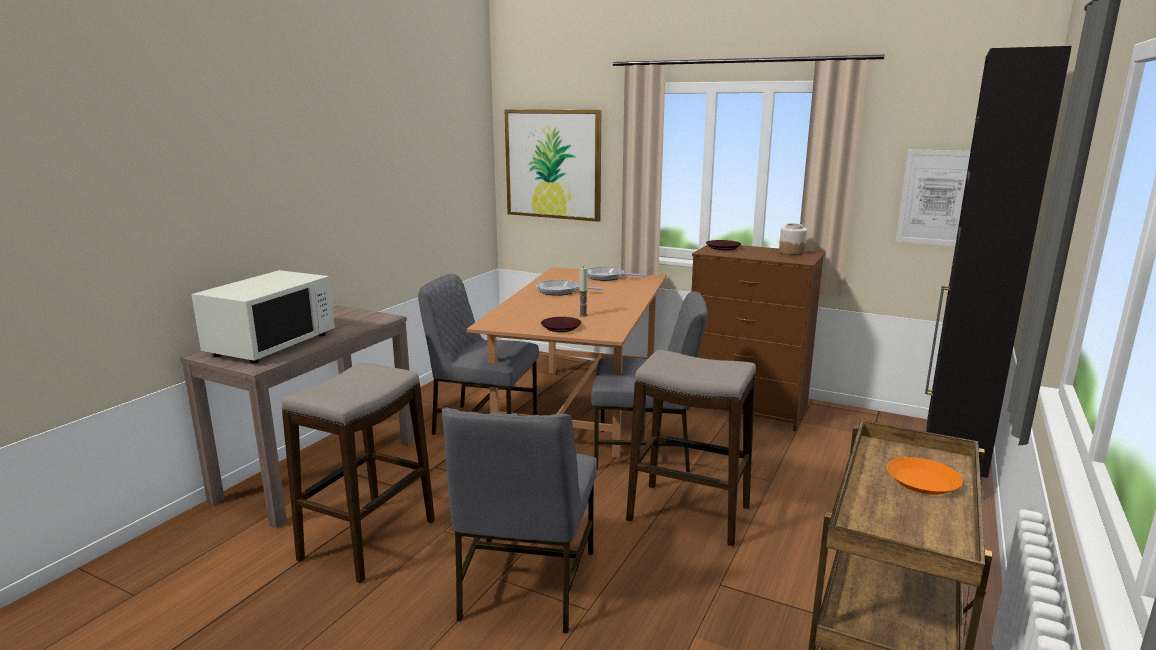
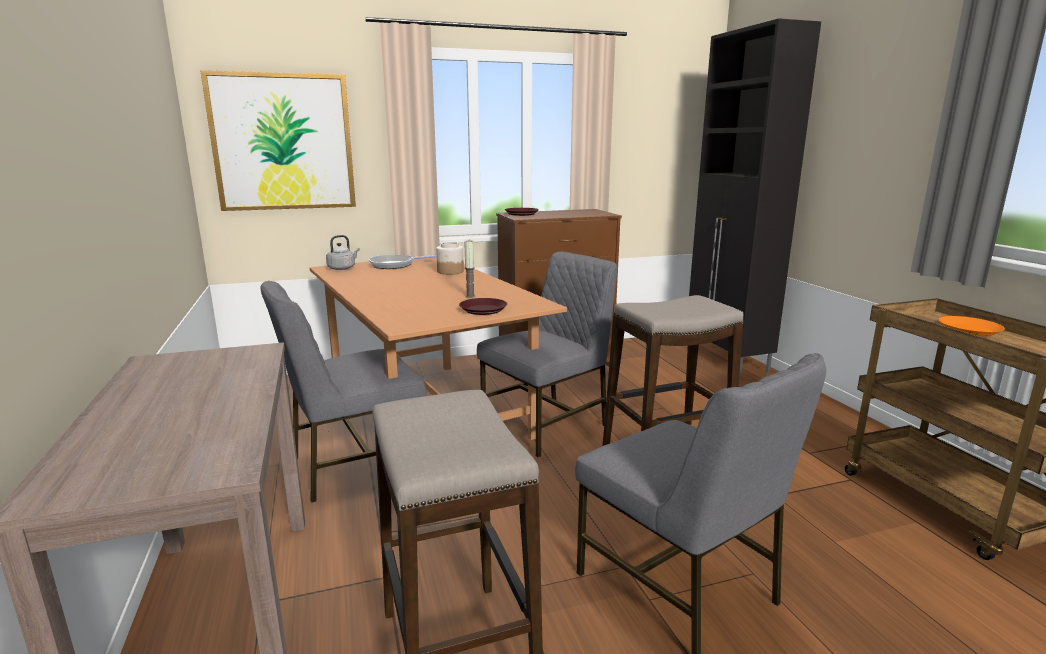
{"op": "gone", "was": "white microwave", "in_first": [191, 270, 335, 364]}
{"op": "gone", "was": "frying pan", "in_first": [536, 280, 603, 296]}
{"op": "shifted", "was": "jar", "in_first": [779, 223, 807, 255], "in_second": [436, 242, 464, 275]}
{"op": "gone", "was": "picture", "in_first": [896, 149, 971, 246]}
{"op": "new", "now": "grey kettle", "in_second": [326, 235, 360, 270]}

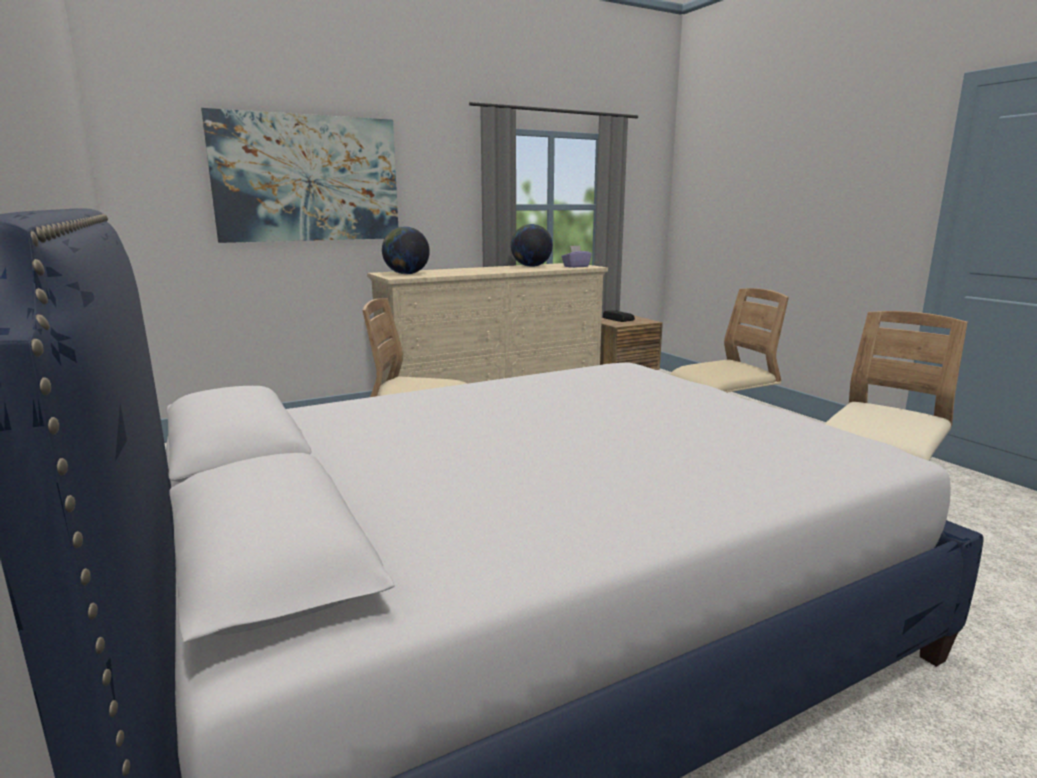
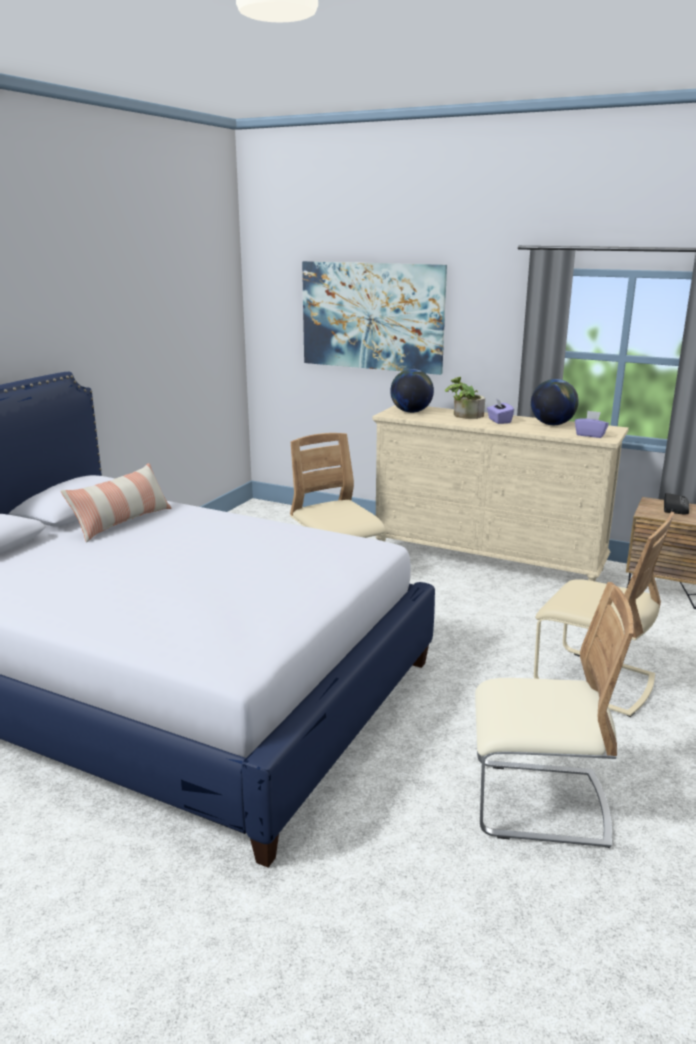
{"op": "new", "now": "pillow", "in_second": [61, 463, 172, 543]}
{"op": "new", "now": "potted plant", "in_second": [445, 377, 485, 419]}
{"op": "new", "now": "purple tissue box", "in_second": [487, 398, 514, 424]}

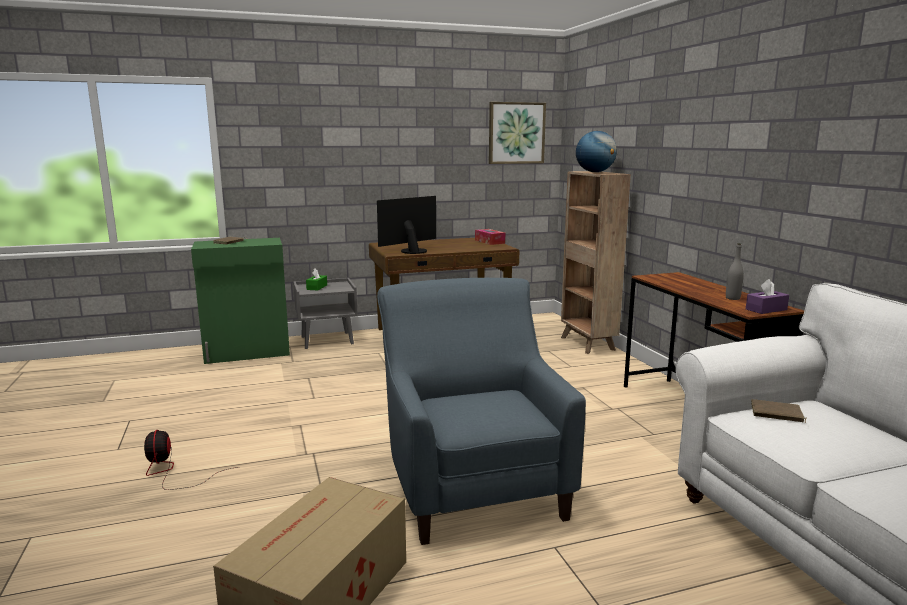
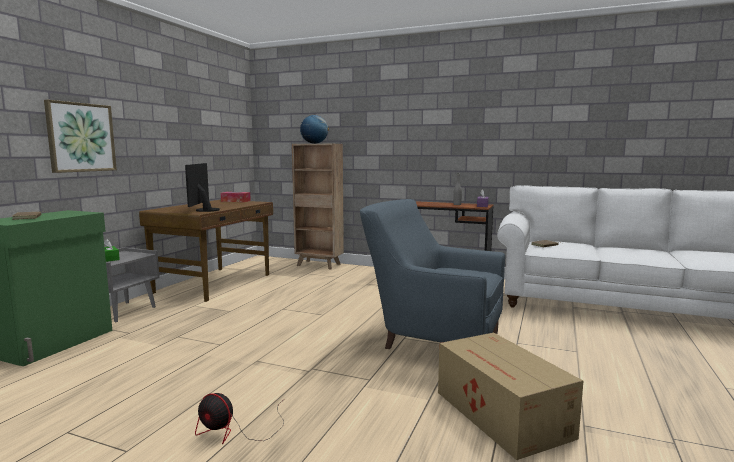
{"op": "shifted", "was": "picture", "in_first": [489, 102, 546, 164], "in_second": [44, 100, 117, 173]}

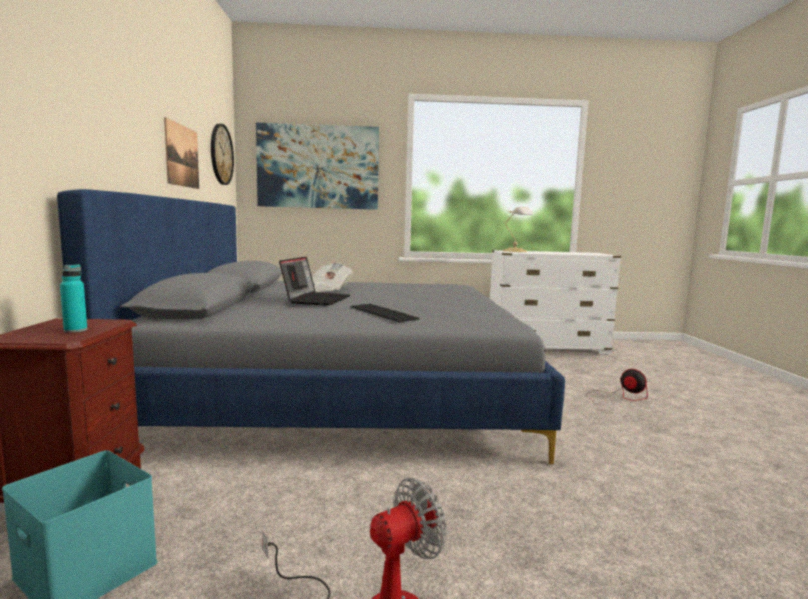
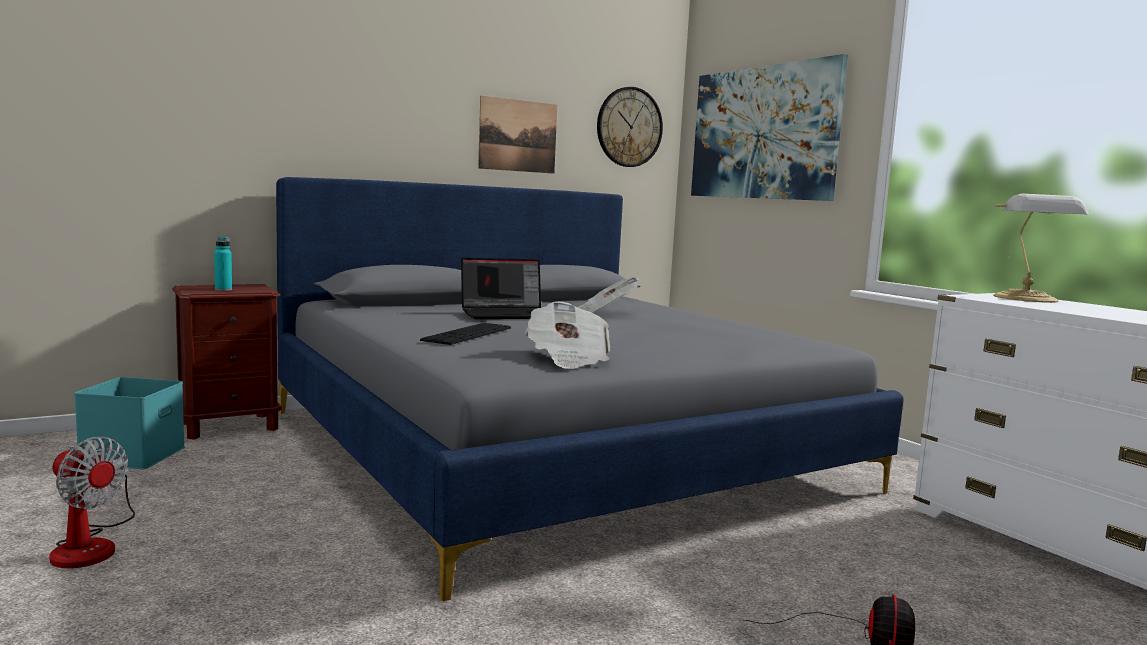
{"op": "new", "now": "newspaper", "in_second": [526, 301, 610, 369]}

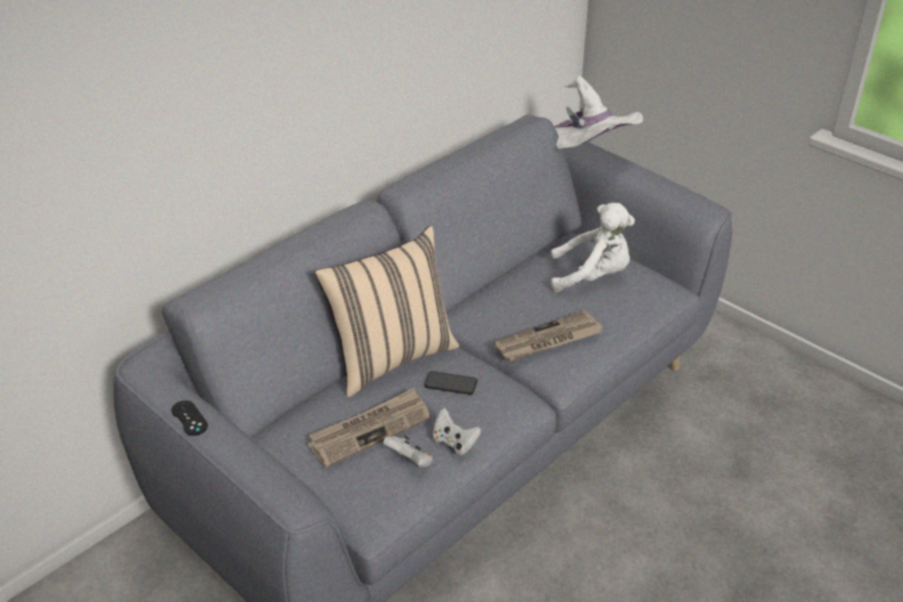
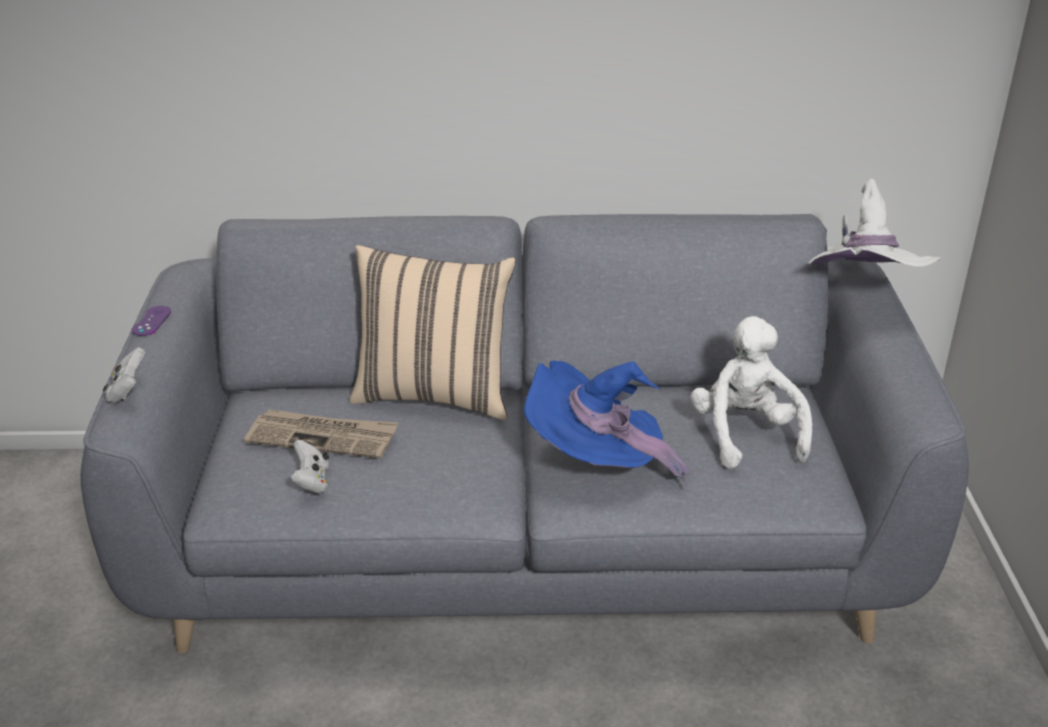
{"op": "repainted", "was": "black game controller", "now": "purple game controller", "in_first": [171, 400, 208, 436], "in_second": [132, 306, 171, 336]}
{"op": "gone", "was": "phone", "in_first": [425, 371, 477, 395]}
{"op": "shifted", "was": "white game controller", "in_first": [433, 408, 482, 455], "in_second": [103, 347, 145, 403]}
{"op": "swapped", "was": "newspaper", "now": "blue hat", "in_first": [493, 310, 602, 362], "in_second": [524, 361, 691, 488]}
{"op": "rotated", "was": "white plush toy", "in_first": [551, 203, 635, 293], "in_second": [690, 316, 812, 469], "clockwise": -150}

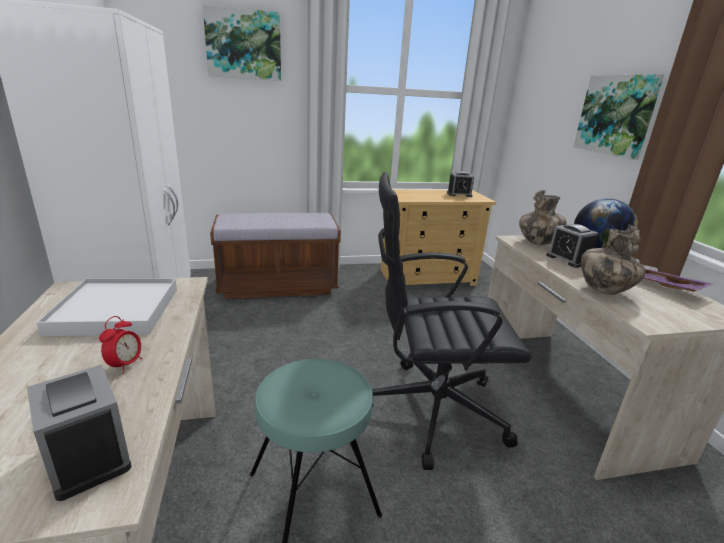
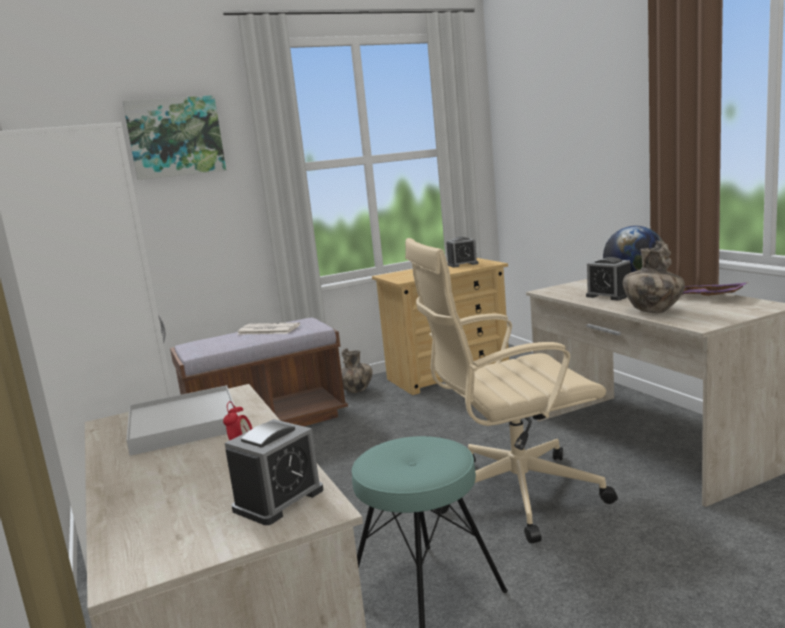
{"op": "rotated", "was": "alarm clock", "in_first": [27, 364, 131, 501], "in_second": [225, 419, 323, 525], "clockwise": 90}
{"op": "repainted", "was": "black office chair", "now": "beige office chair", "in_first": [372, 172, 532, 470], "in_second": [405, 238, 618, 543]}
{"op": "shifted", "was": "vase", "in_first": [519, 190, 567, 245], "in_second": [341, 348, 373, 393]}
{"op": "gone", "was": "picture", "in_first": [573, 74, 664, 160]}
{"op": "new", "now": "newspaper", "in_second": [237, 322, 300, 335]}

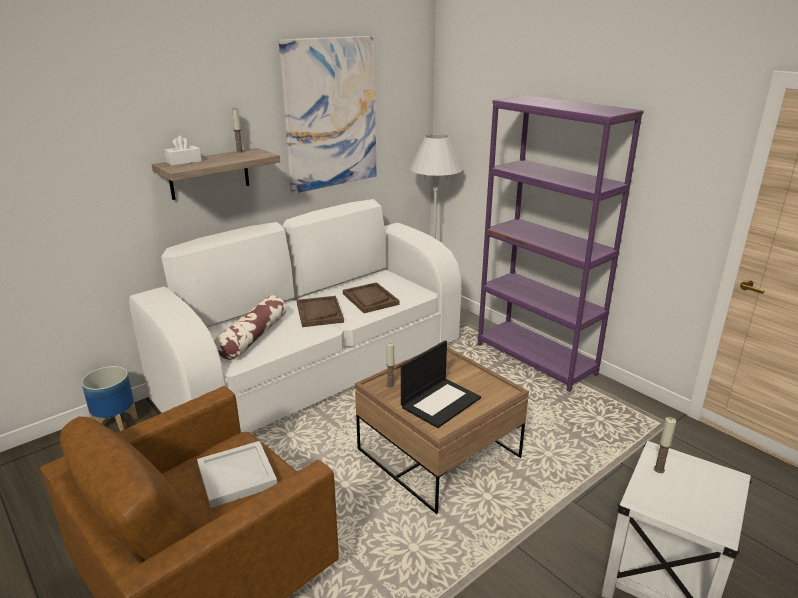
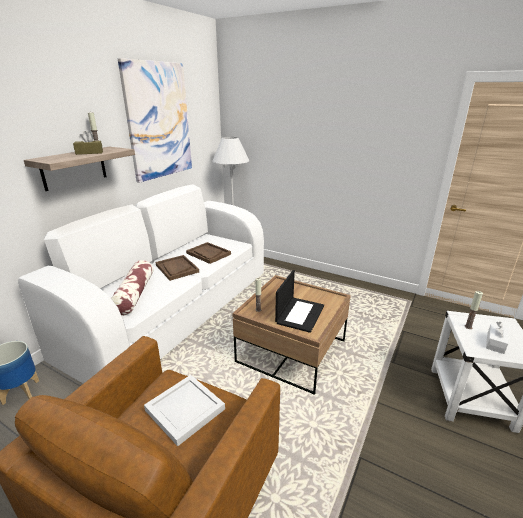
{"op": "shifted", "was": "white tissue box", "in_first": [165, 136, 202, 166], "in_second": [486, 322, 509, 354]}
{"op": "gone", "was": "purple bookcase", "in_first": [478, 95, 644, 392]}
{"op": "new", "now": "brown tissue box", "in_second": [73, 131, 103, 155]}

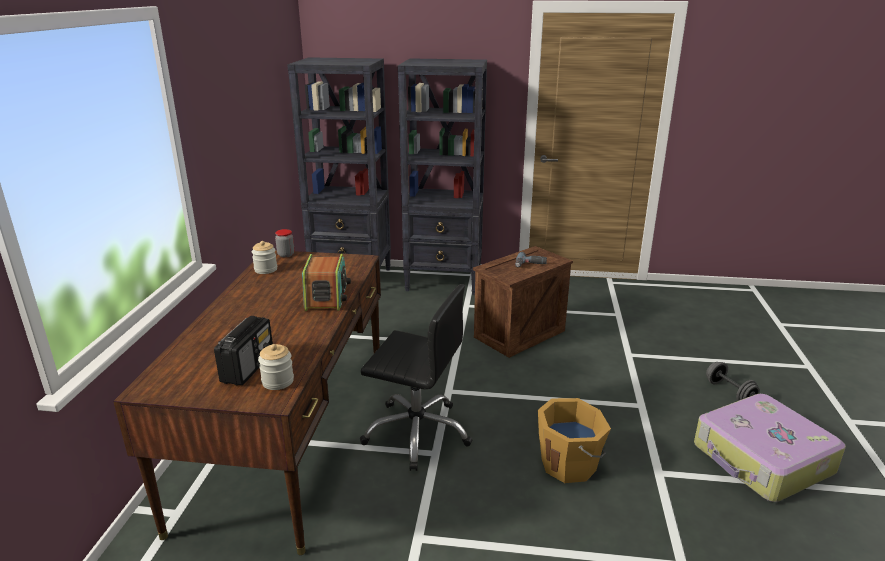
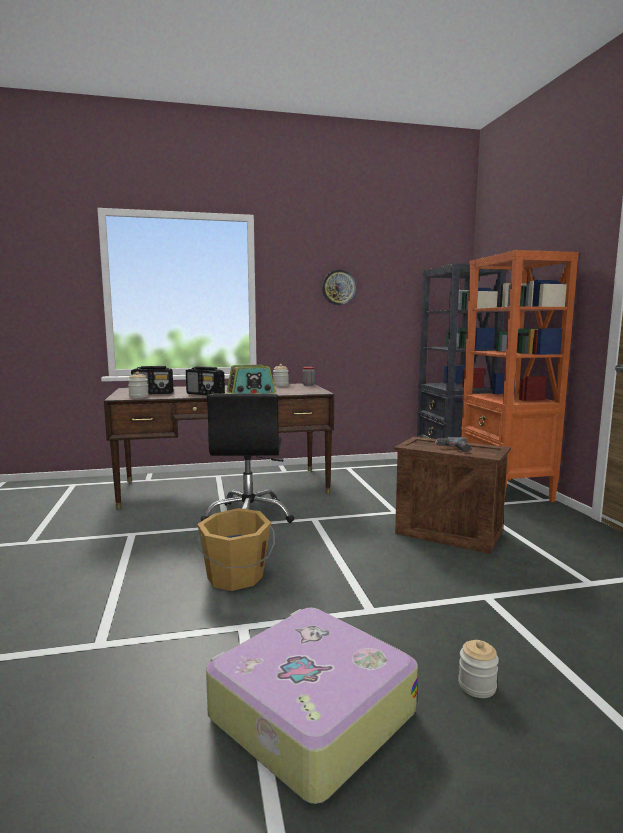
{"op": "repainted", "was": "black bookcase", "now": "orange bookcase", "in_first": [398, 58, 487, 295], "in_second": [461, 250, 579, 502]}
{"op": "swapped", "was": "grey dumbbell", "now": "jar", "in_first": [706, 362, 760, 401], "in_second": [458, 640, 499, 698]}
{"op": "new", "now": "radio", "in_second": [186, 366, 225, 395]}
{"op": "new", "now": "wall clock", "in_second": [322, 270, 356, 305]}

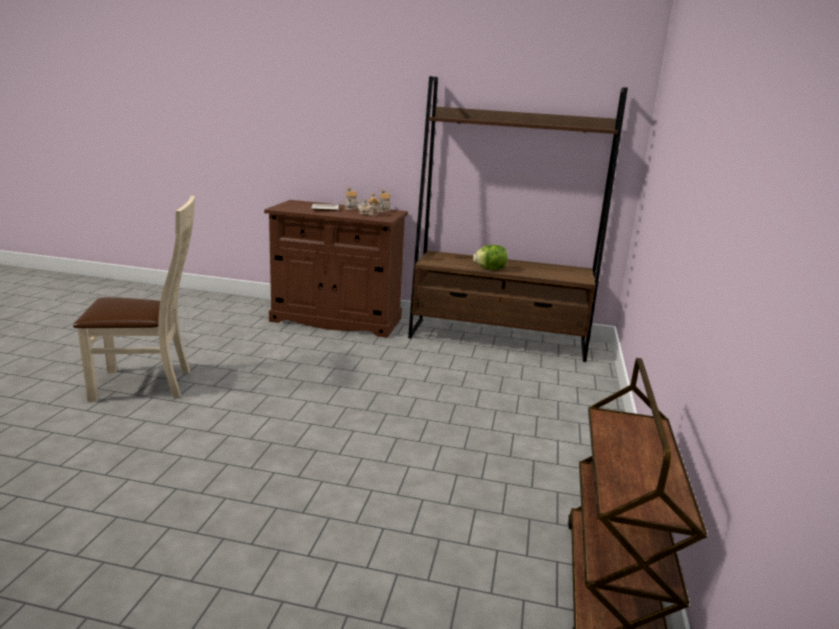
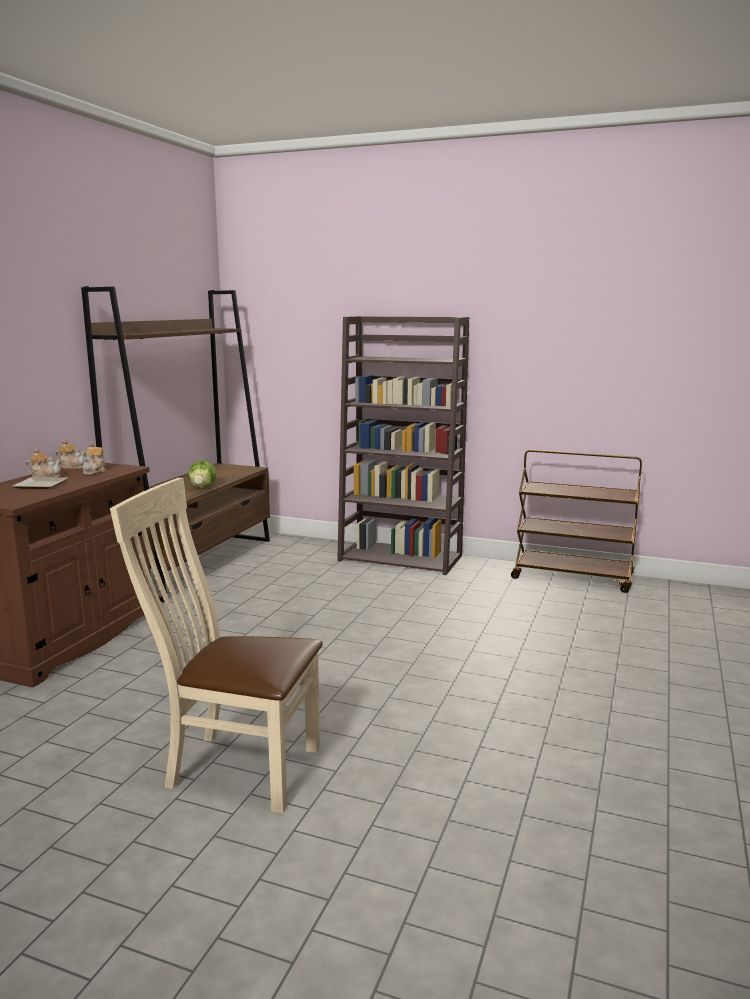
{"op": "rotated", "was": "beige chair", "in_first": [73, 196, 195, 402], "in_second": [110, 478, 323, 813], "clockwise": -75}
{"op": "new", "now": "brown bookcase", "in_second": [337, 316, 469, 575]}

